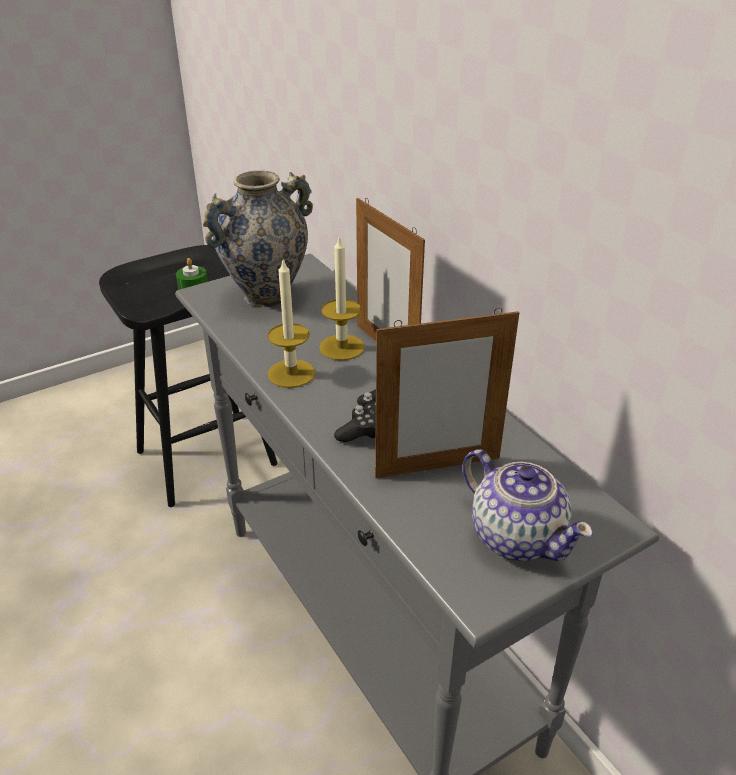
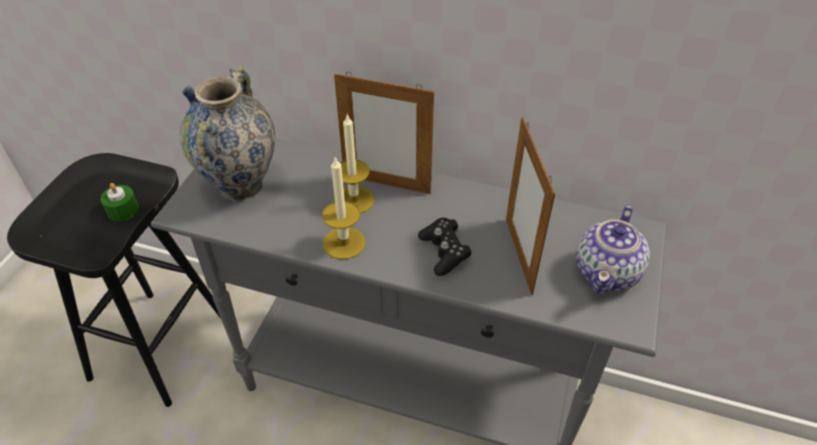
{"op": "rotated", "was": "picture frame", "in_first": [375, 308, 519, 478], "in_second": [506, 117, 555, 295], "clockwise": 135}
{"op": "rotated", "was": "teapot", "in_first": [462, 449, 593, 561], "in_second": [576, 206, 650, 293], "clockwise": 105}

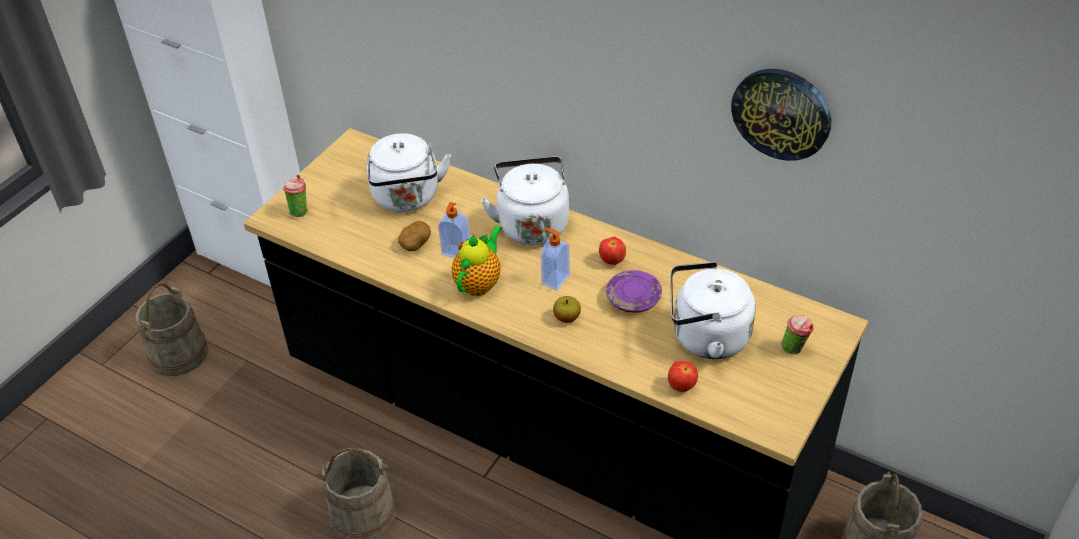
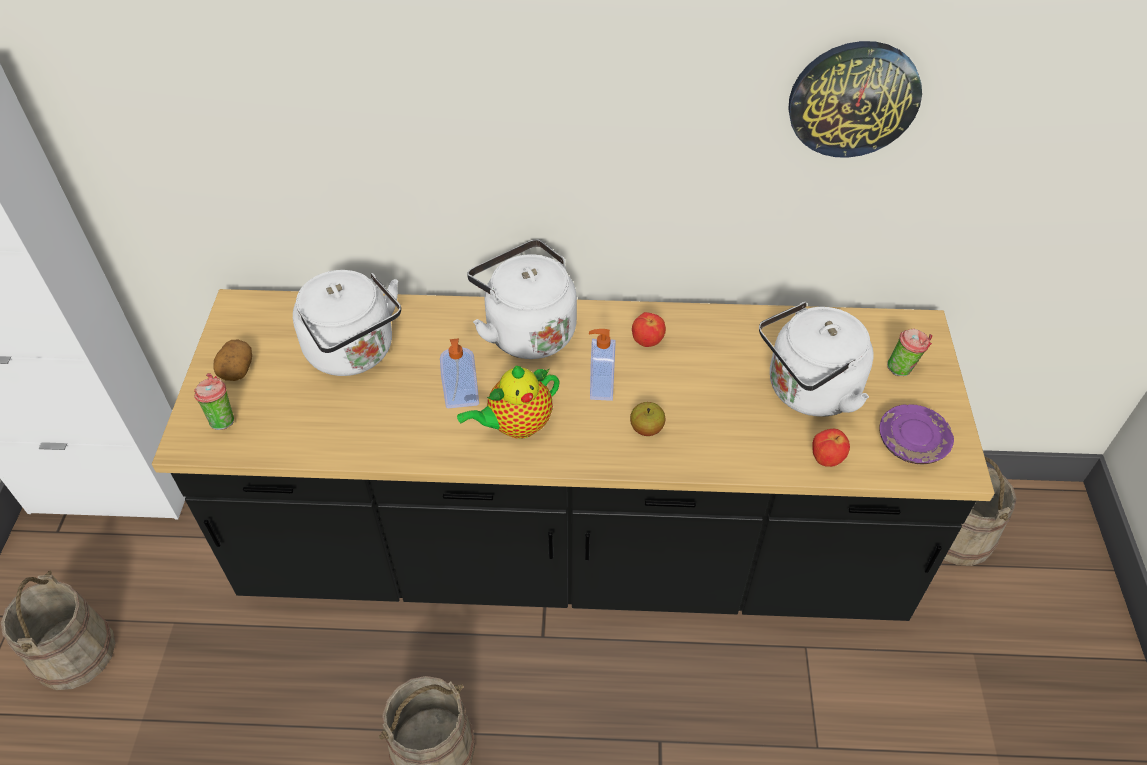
{"op": "shifted", "was": "potato", "in_first": [398, 221, 431, 251], "in_second": [213, 340, 252, 381]}
{"op": "rotated", "was": "teapot", "in_first": [452, 225, 502, 296], "in_second": [457, 366, 560, 439], "clockwise": -120}
{"op": "shifted", "was": "purple plate", "in_first": [606, 270, 662, 313], "in_second": [879, 404, 954, 464]}

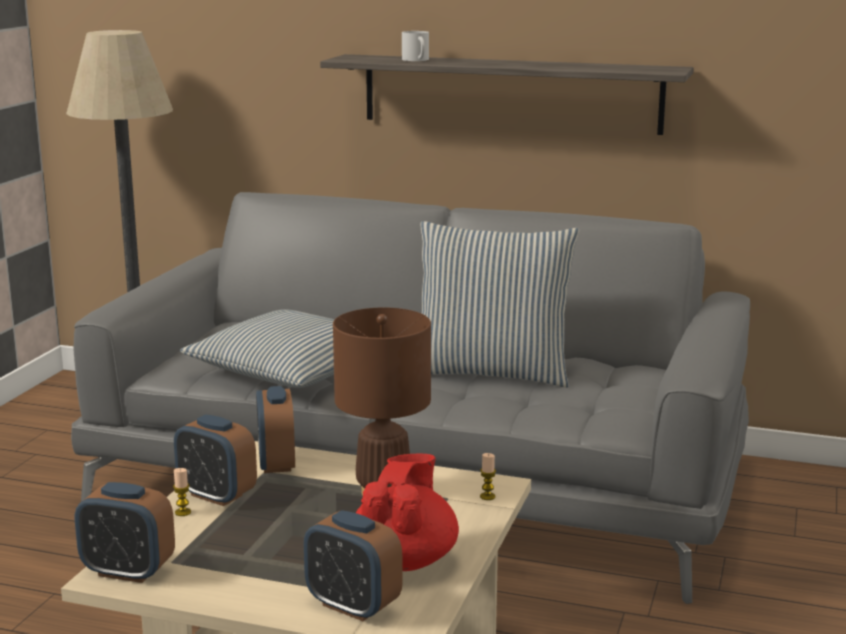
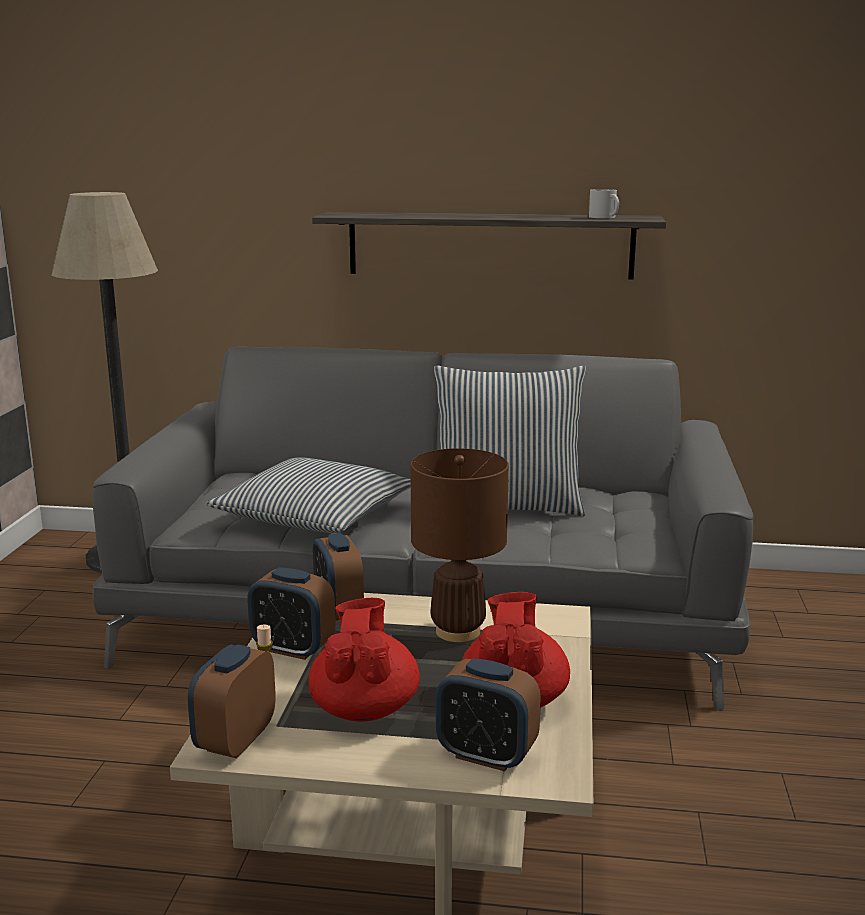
{"op": "rotated", "was": "alarm clock", "in_first": [75, 482, 175, 583], "in_second": [188, 645, 276, 758], "clockwise": 105}
{"op": "shifted", "was": "white mug", "in_first": [402, 31, 429, 61], "in_second": [589, 189, 619, 218]}
{"op": "gone", "was": "candle", "in_first": [480, 453, 496, 500]}
{"op": "new", "now": "red teapot", "in_second": [308, 598, 420, 722]}

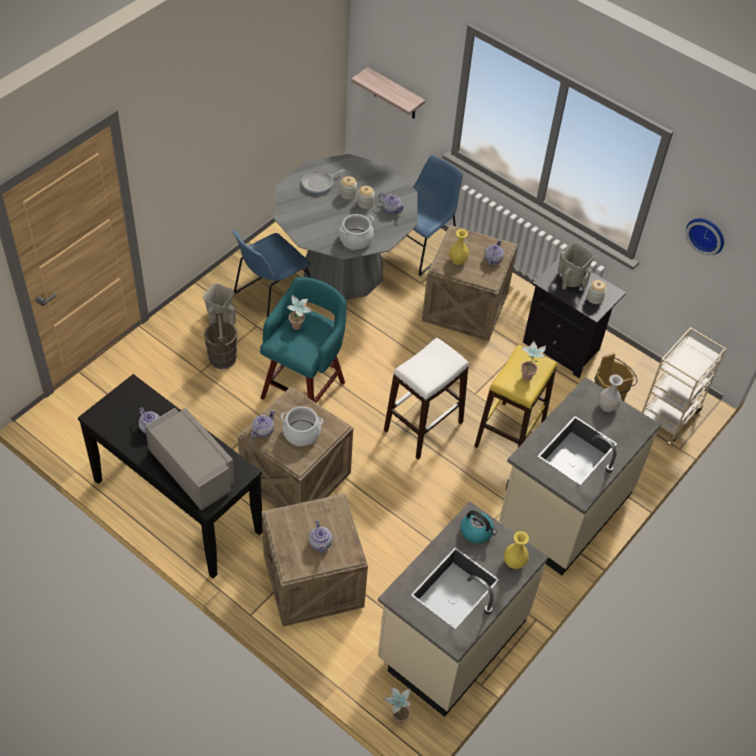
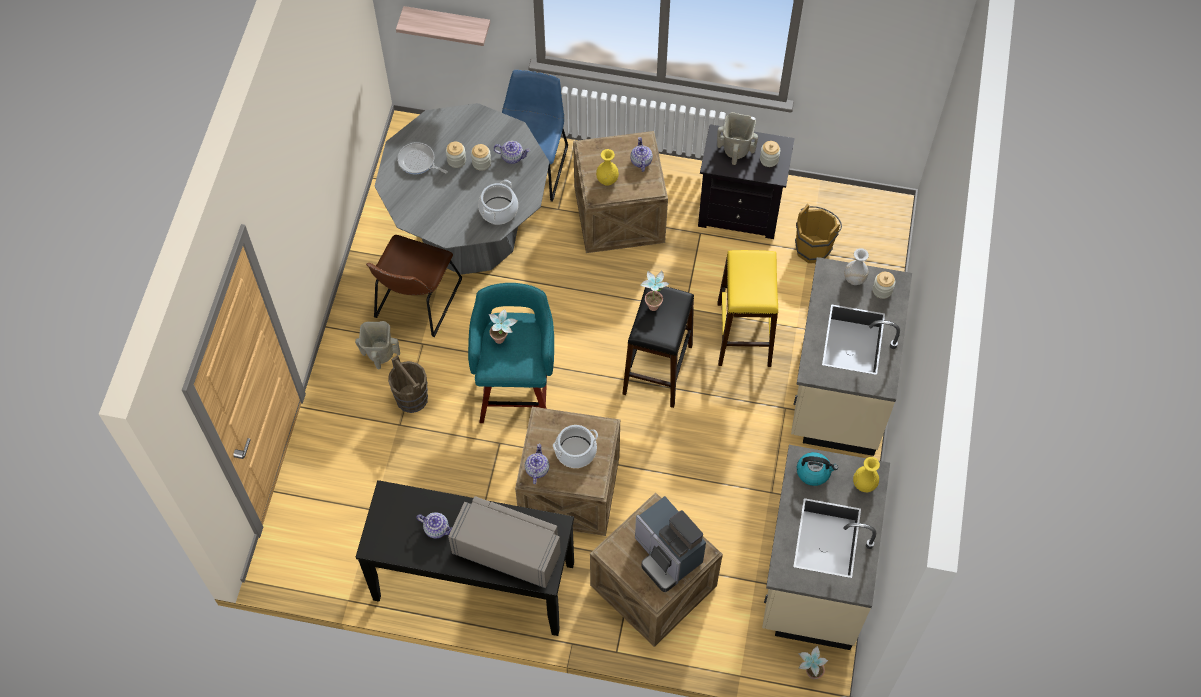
{"op": "repainted", "was": "blue chair", "now": "brown chair", "in_first": [232, 230, 311, 318], "in_second": [366, 235, 462, 337]}
{"op": "rotated", "was": "frying pan", "in_first": [302, 169, 345, 194], "in_second": [397, 142, 448, 174], "clockwise": 90}
{"op": "swapped", "was": "teapot", "now": "coffee machine", "in_first": [309, 520, 333, 553], "in_second": [635, 496, 706, 592]}
{"op": "repainted", "was": "white stool", "now": "black stool", "in_first": [384, 338, 469, 459], "in_second": [622, 286, 694, 408]}
{"op": "shifted", "was": "potted plant", "in_first": [521, 341, 546, 380], "in_second": [640, 270, 670, 311]}
{"op": "gone", "was": "beige cart", "in_first": [642, 327, 726, 446]}
{"op": "gone", "was": "wall clock", "in_first": [686, 218, 724, 255]}
{"op": "new", "now": "jar", "in_second": [872, 272, 895, 299]}

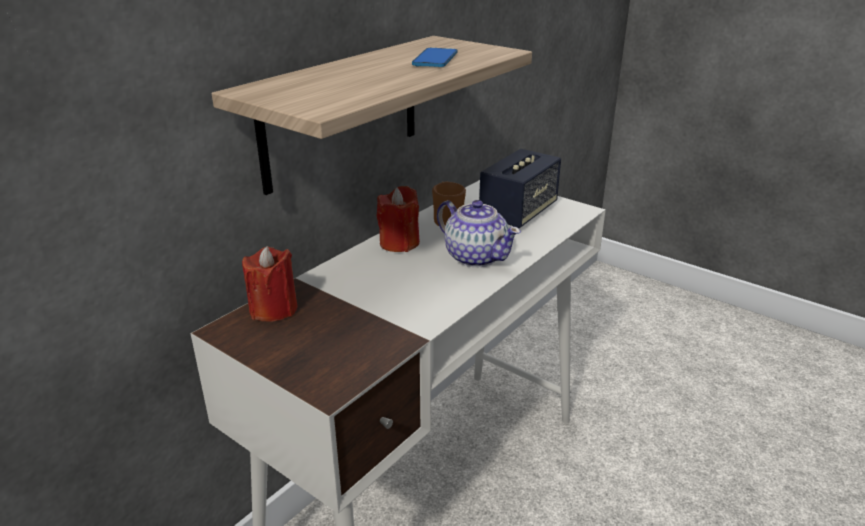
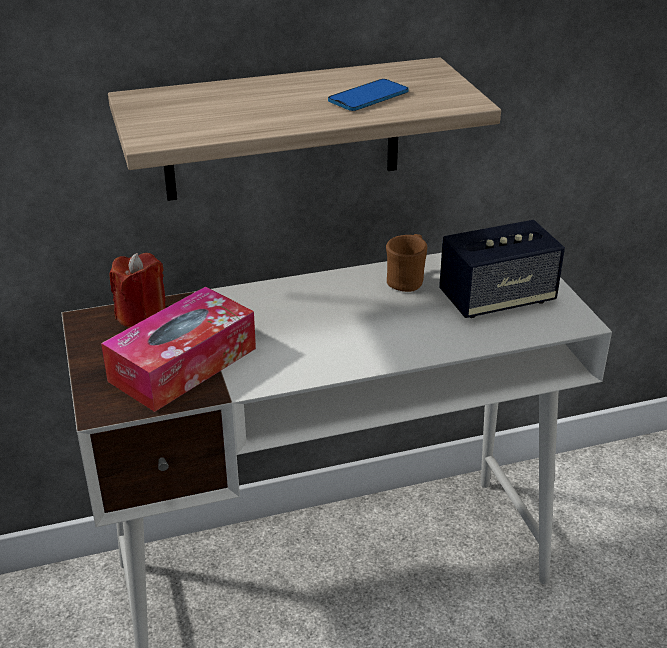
{"op": "gone", "was": "red candle", "in_first": [376, 186, 420, 252]}
{"op": "gone", "was": "teapot", "in_first": [437, 200, 521, 267]}
{"op": "new", "now": "tissue box", "in_second": [101, 286, 256, 412]}

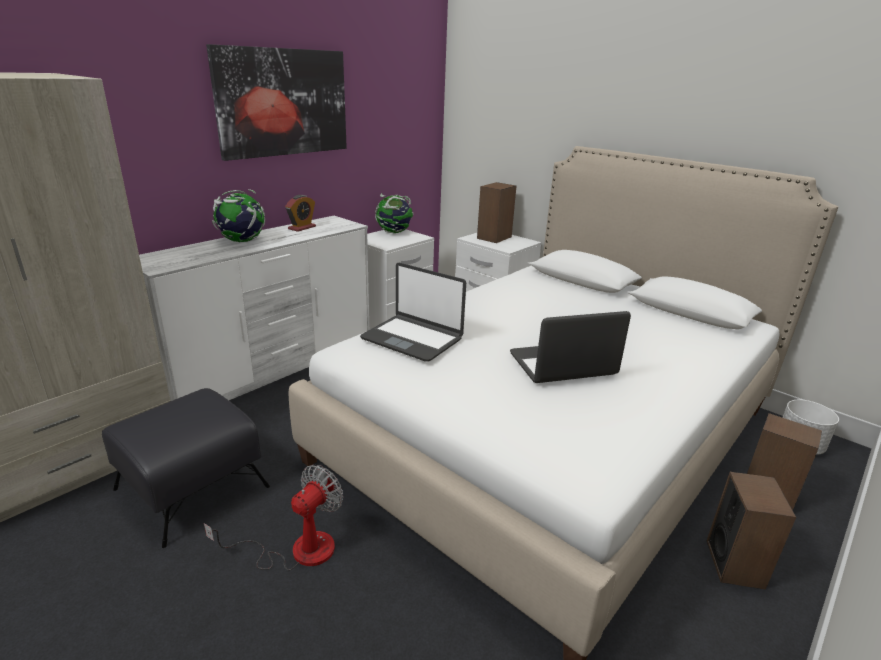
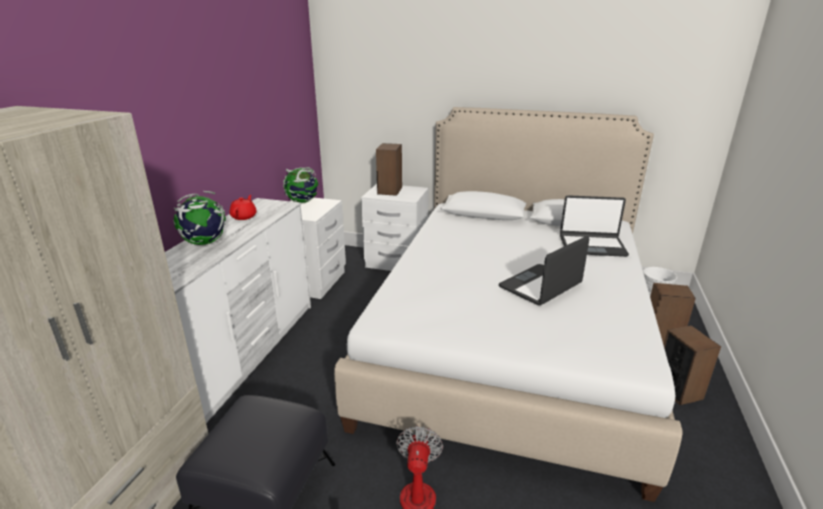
{"op": "gone", "was": "picture", "in_first": [206, 44, 347, 161]}
{"op": "swapped", "was": "alarm clock", "now": "red teapot", "in_first": [285, 195, 316, 232], "in_second": [229, 195, 257, 220]}
{"op": "shifted", "was": "laptop", "in_first": [360, 263, 466, 362], "in_second": [560, 195, 629, 257]}

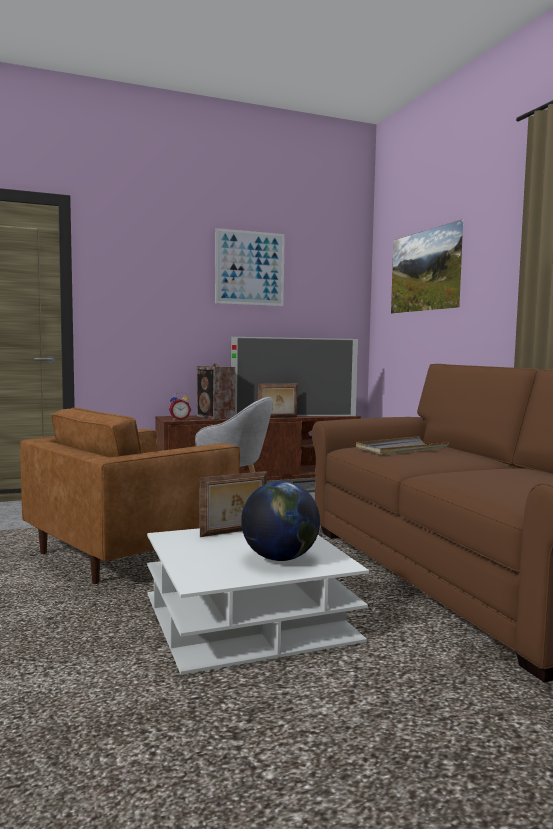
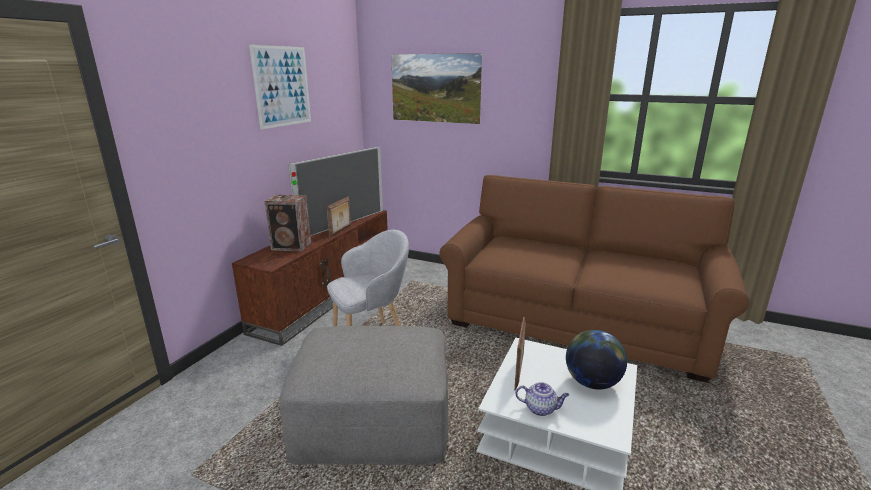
{"op": "swapped", "was": "brown armchair", "now": "grey ottoman", "in_first": [20, 408, 240, 584], "in_second": [280, 325, 449, 465]}
{"op": "gone", "was": "alarm clock", "in_first": [169, 392, 191, 420]}
{"op": "gone", "was": "grey tray", "in_first": [356, 436, 450, 455]}
{"op": "new", "now": "teapot", "in_second": [515, 382, 569, 416]}

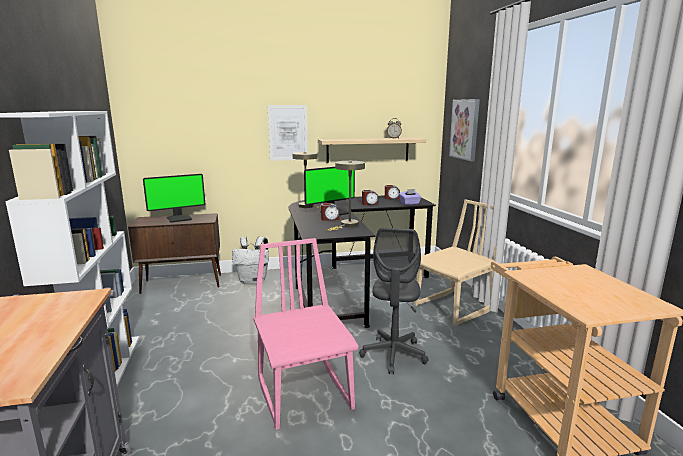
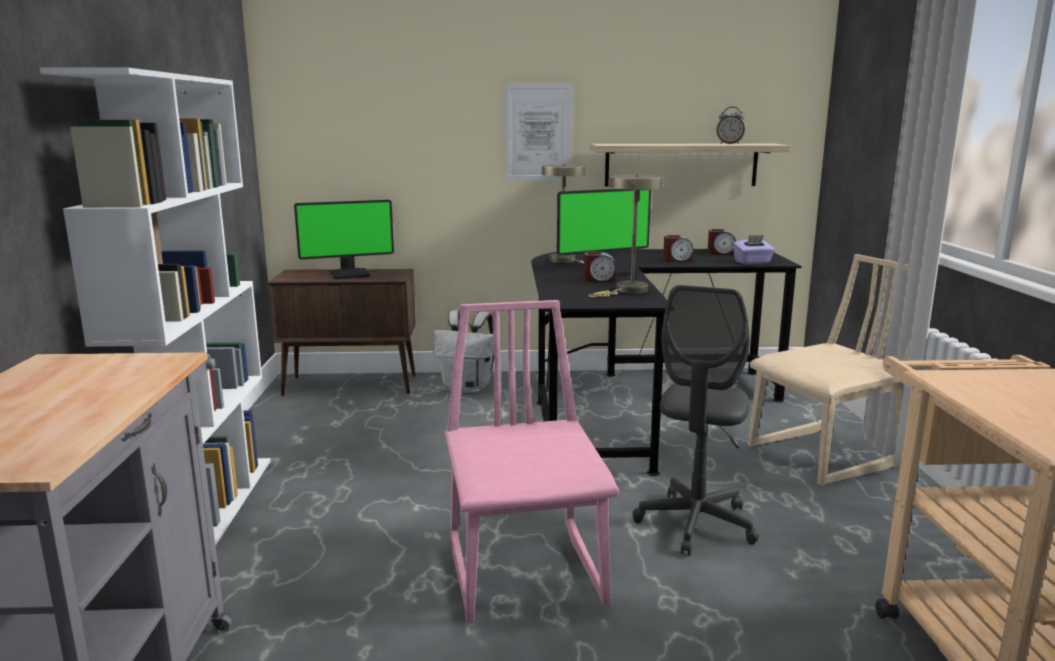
{"op": "gone", "was": "picture", "in_first": [449, 99, 480, 162]}

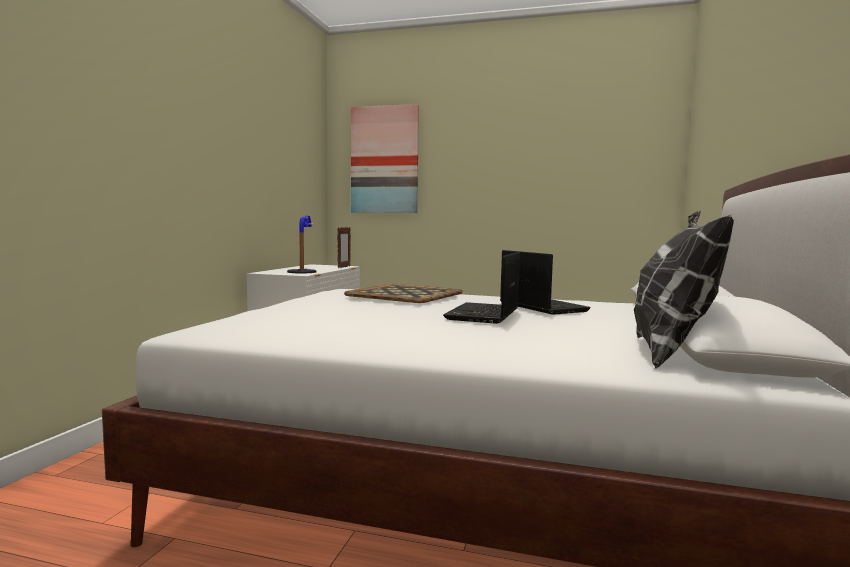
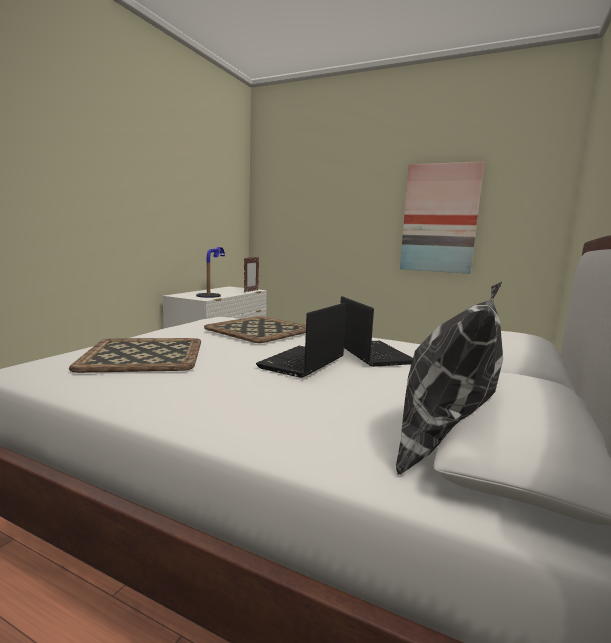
{"op": "shifted", "was": "picture", "in_first": [351, 104, 419, 213], "in_second": [400, 161, 484, 274]}
{"op": "new", "now": "tray", "in_second": [69, 338, 201, 373]}

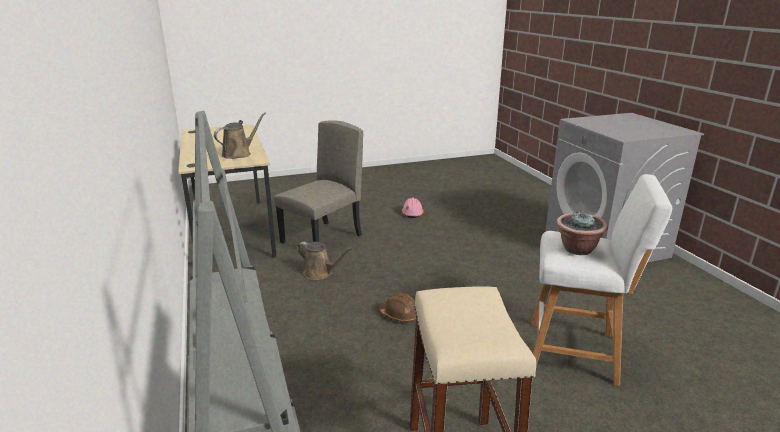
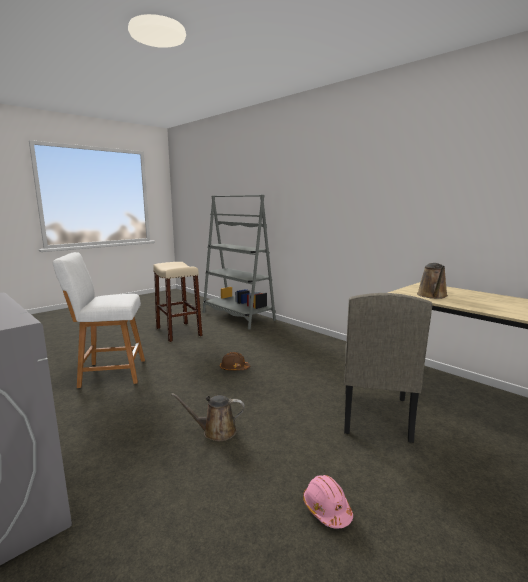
{"op": "shifted", "was": "brown watering can", "in_first": [297, 242, 353, 280], "in_second": [171, 393, 245, 441]}
{"op": "gone", "was": "potted plant", "in_first": [556, 211, 608, 255]}

